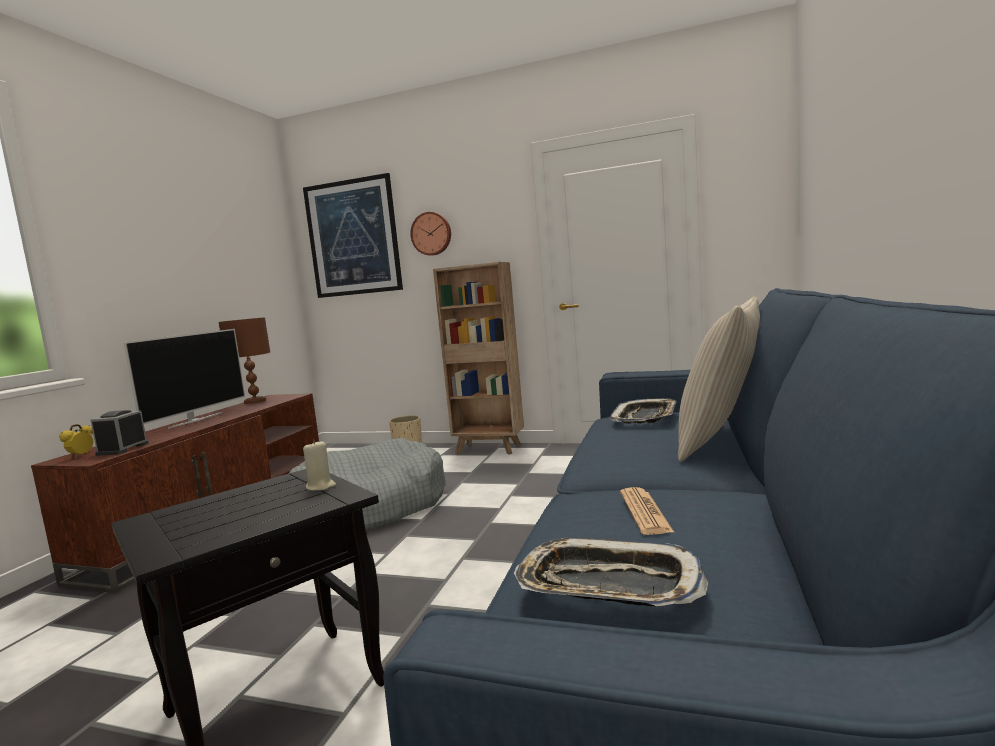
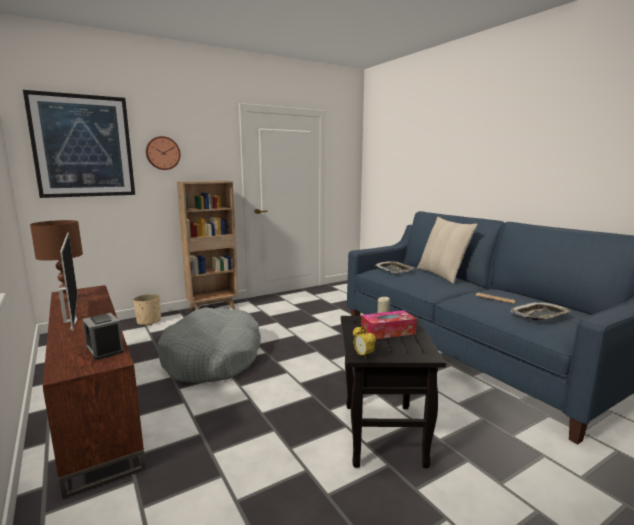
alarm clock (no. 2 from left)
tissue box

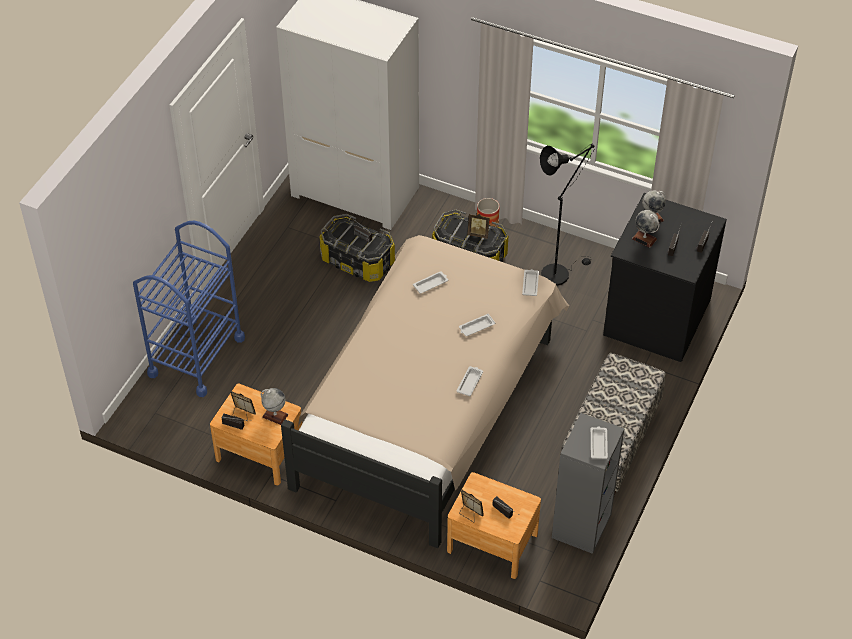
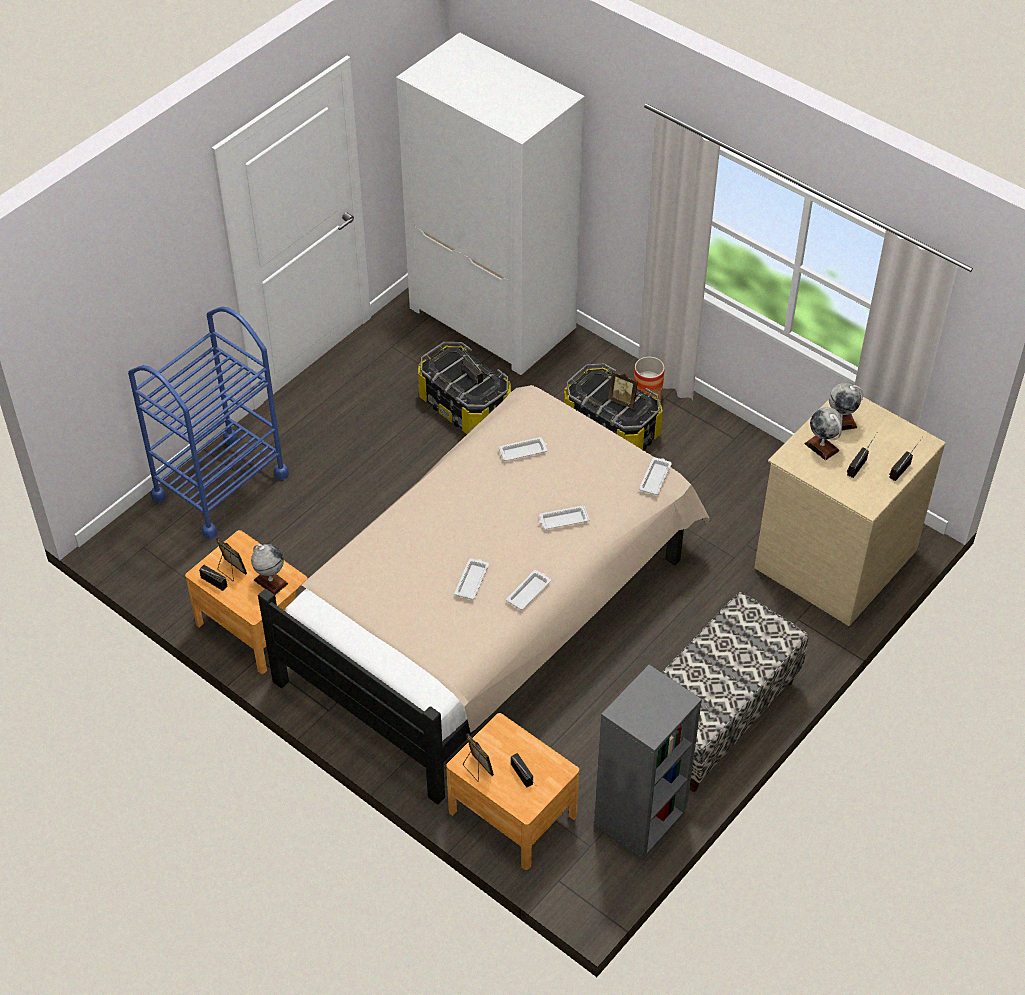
black floor lamp
white tray (no. 1 from left)
beige dresser

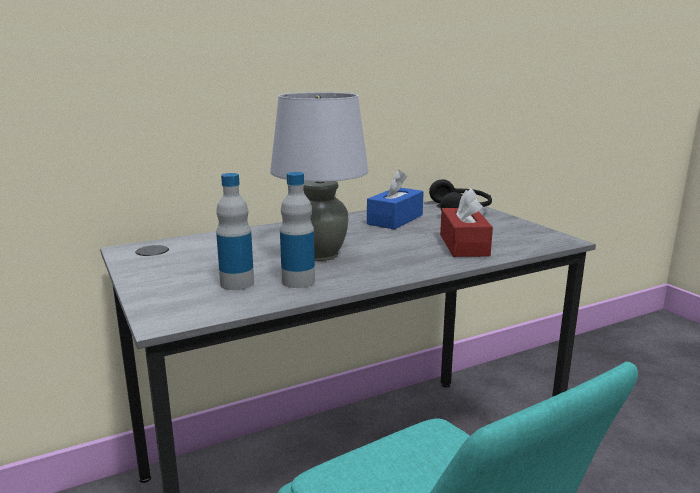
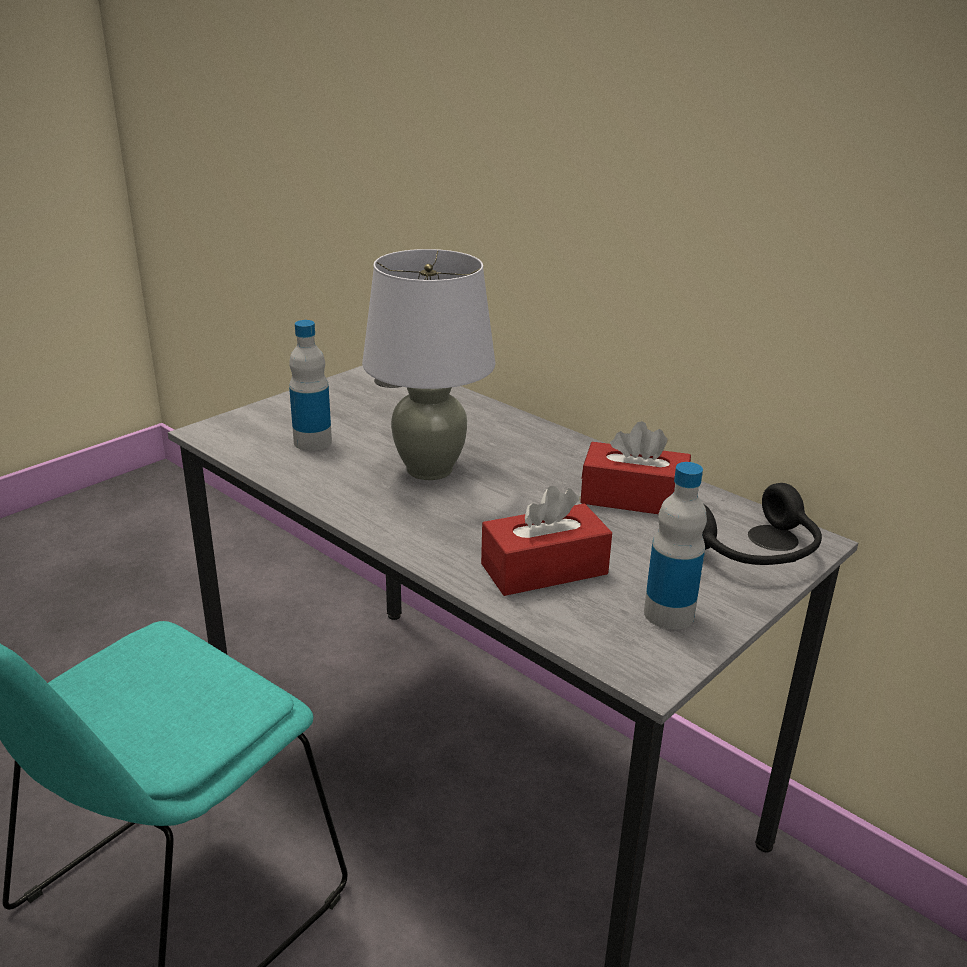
bottle (no. 2 from left)
red tissue box (no. 2 from left)

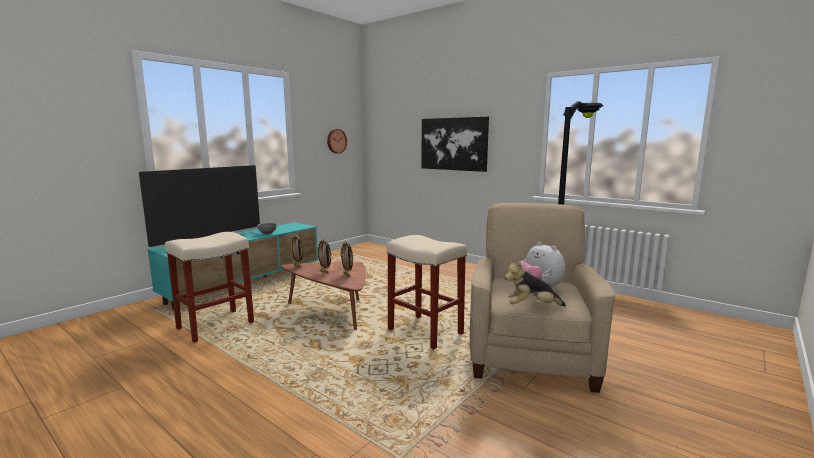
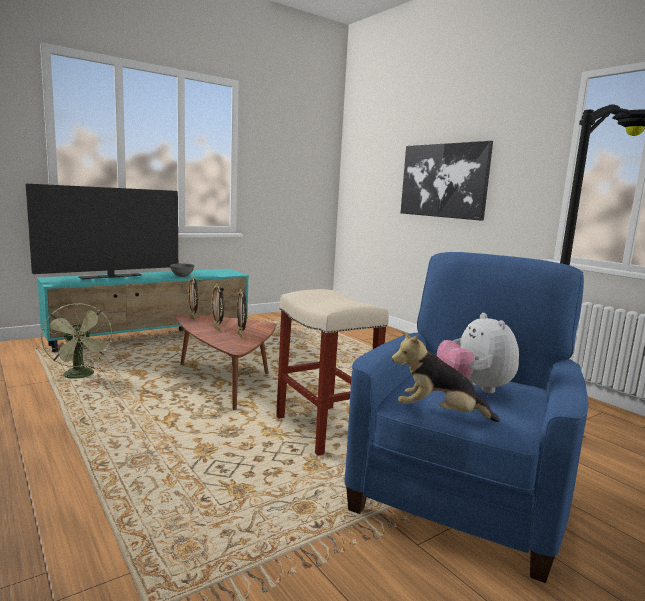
green fan
wall clock
blue armchair

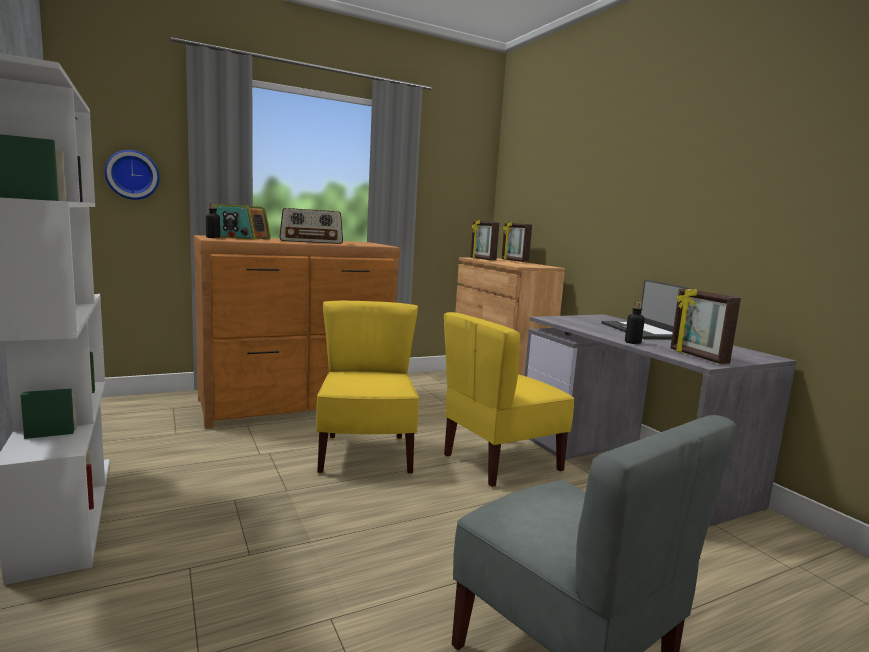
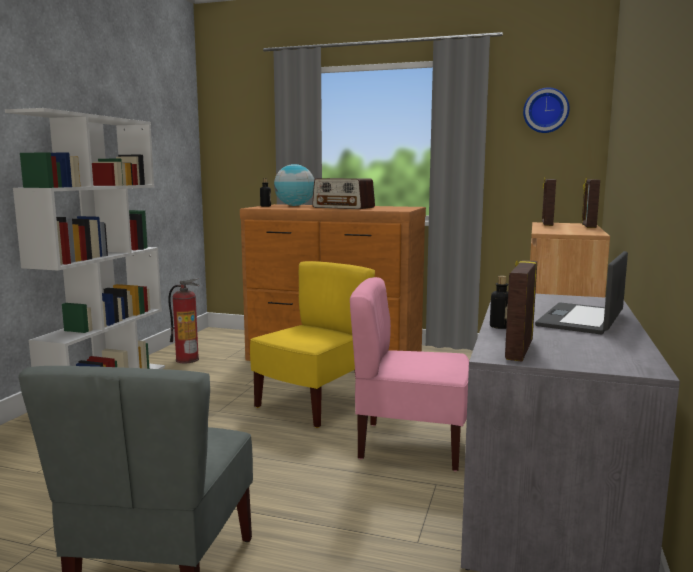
wall clock
globe
pink chair
fire extinguisher

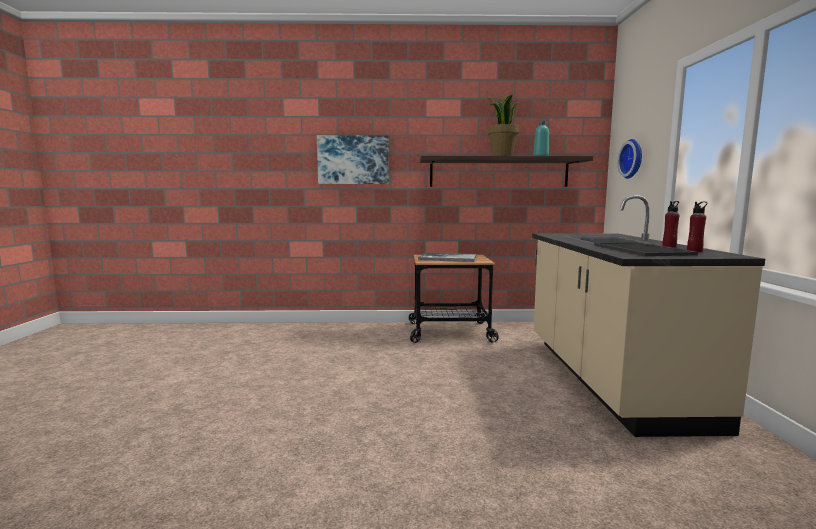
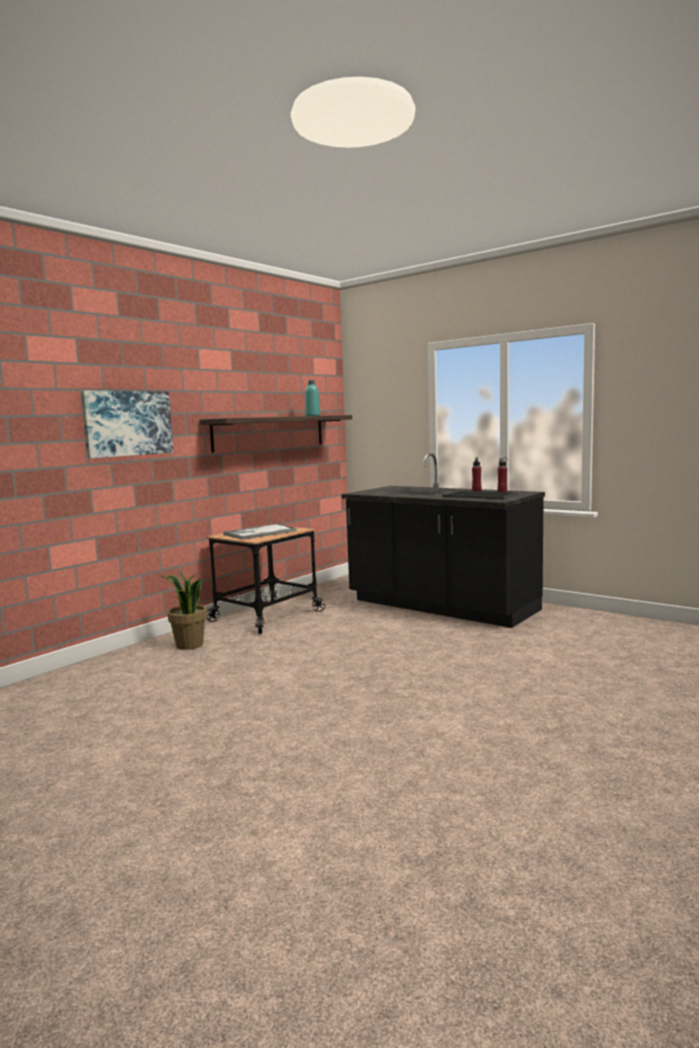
potted plant
black counter
wall clock

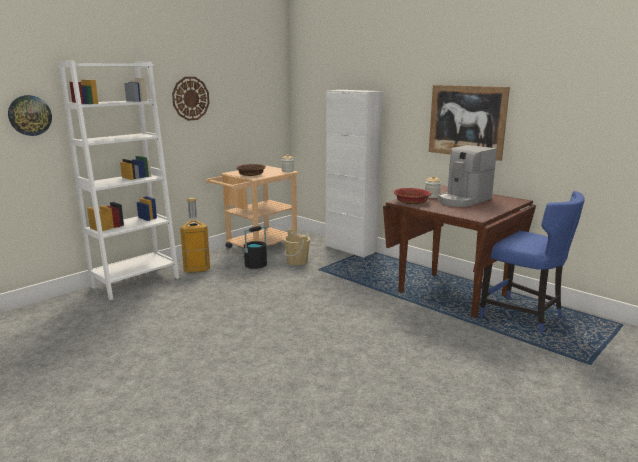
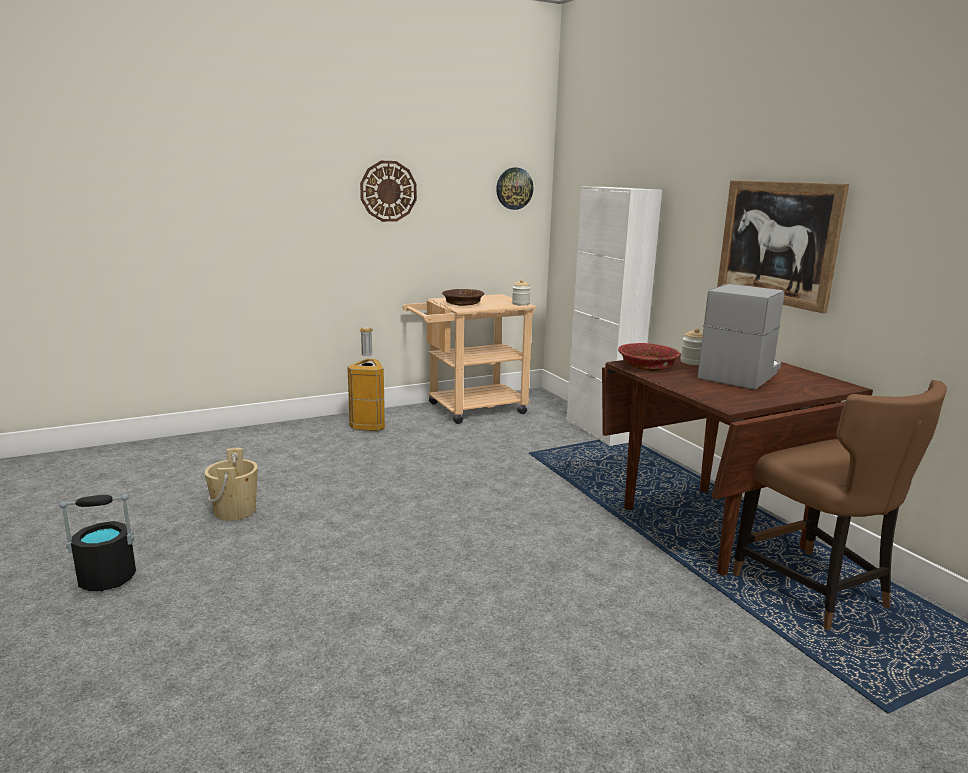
wall clock (no. 2 from left)
white bookcase
black bucket
beige bucket
coffee machine
brown chair

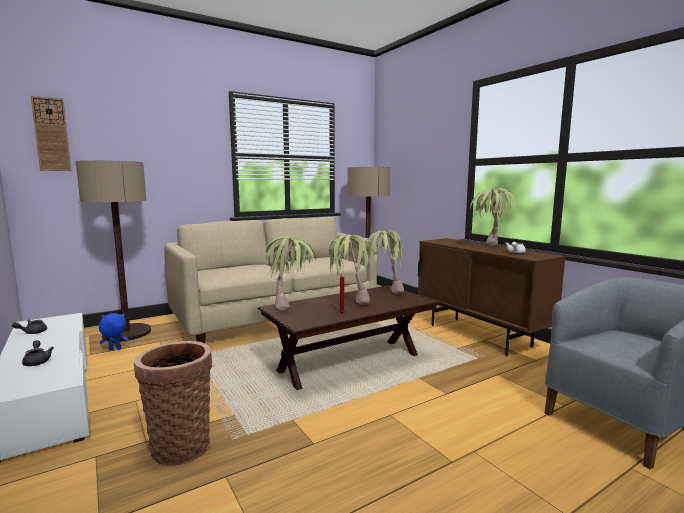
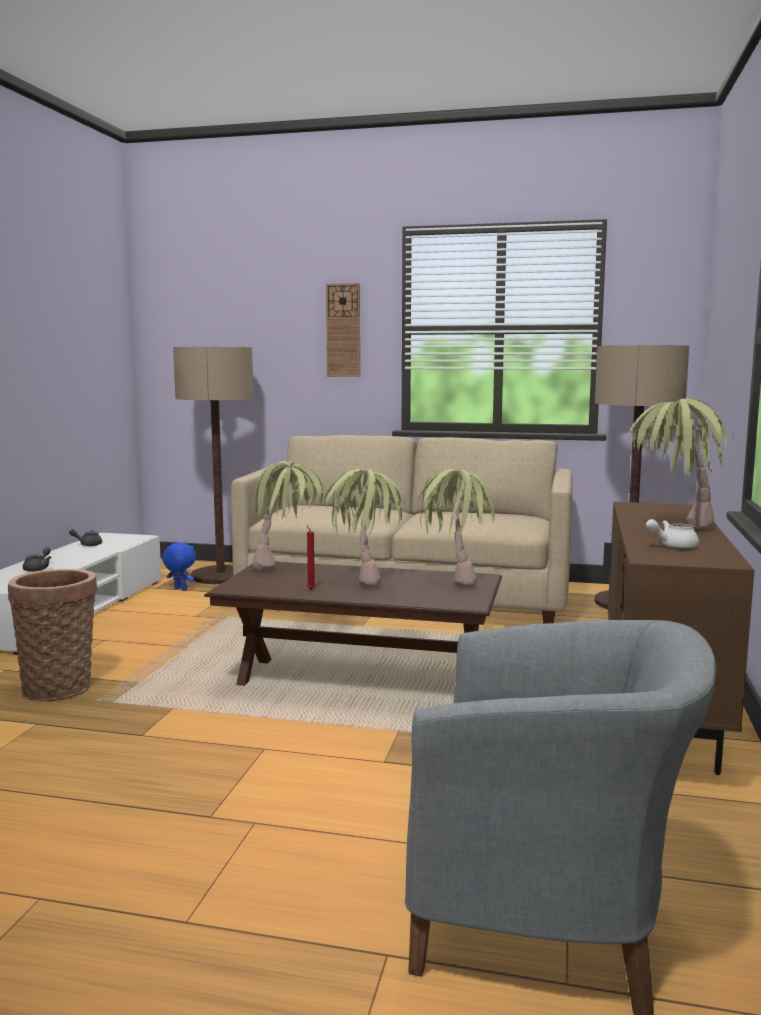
wall clock

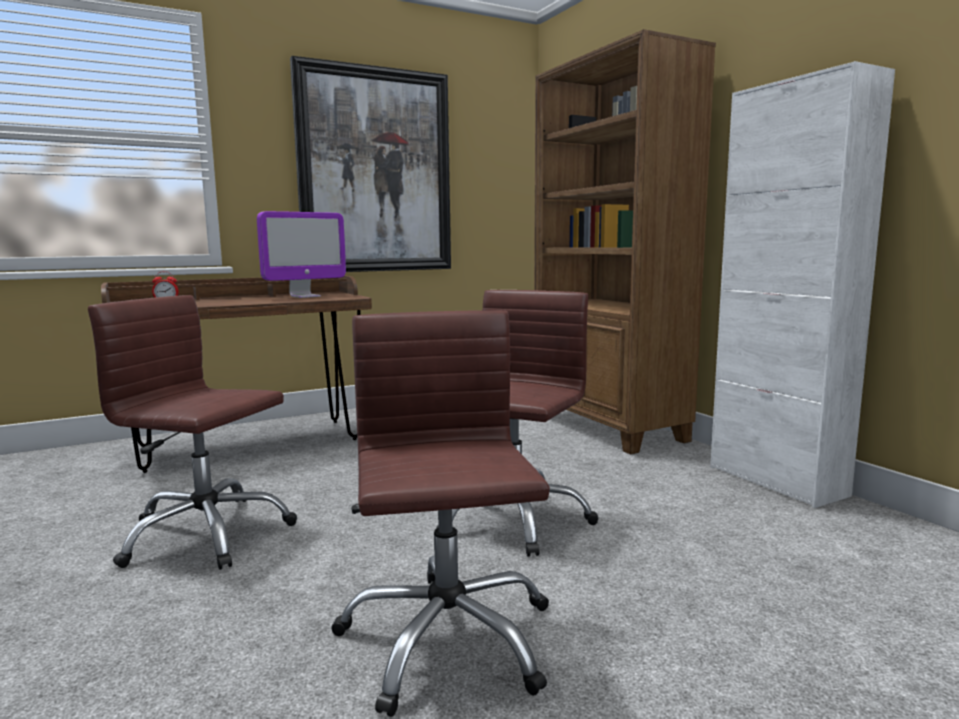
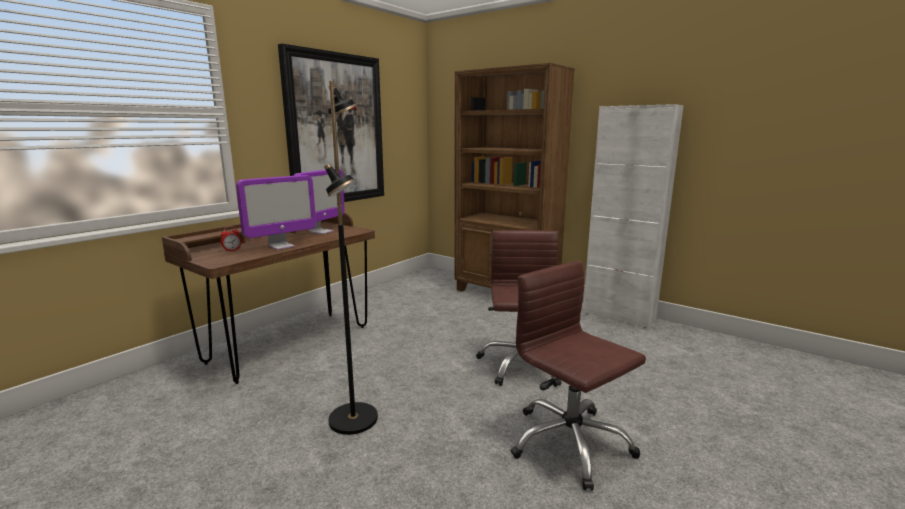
black floor lamp
monitor (no. 1 from left)

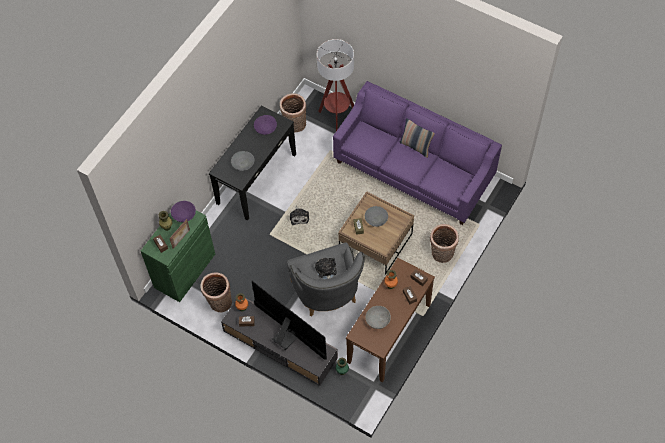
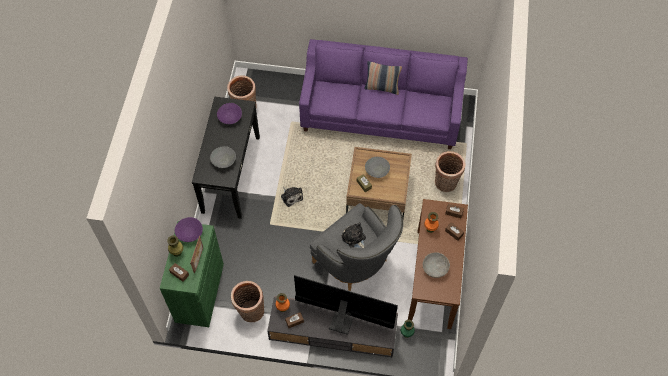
floor lamp

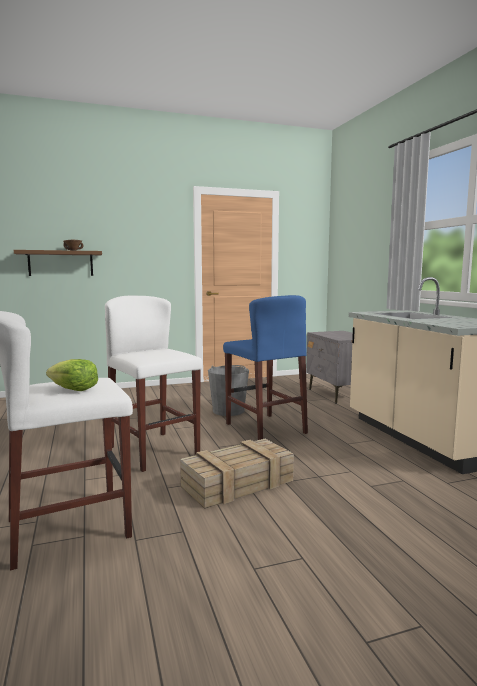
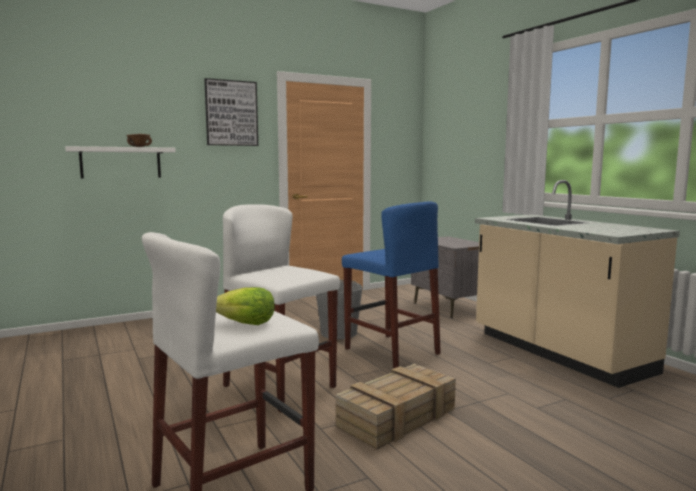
white shelf
picture

